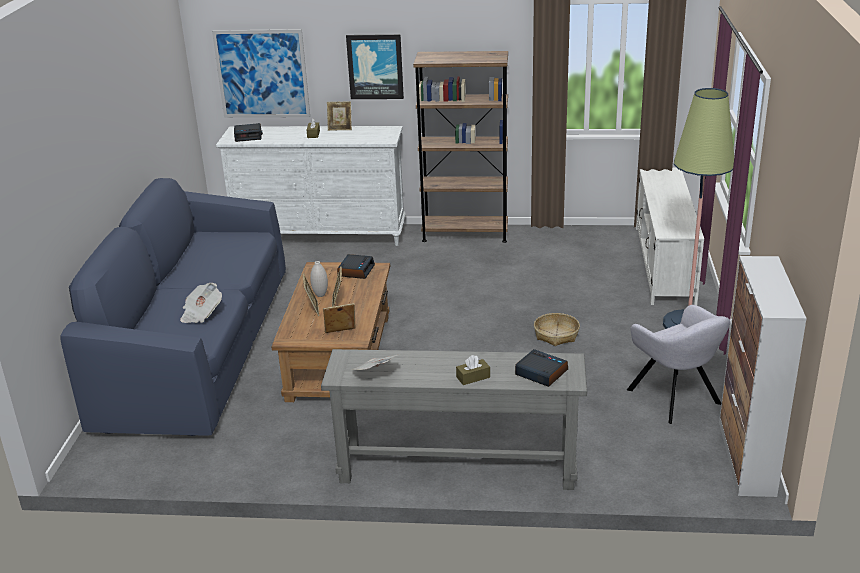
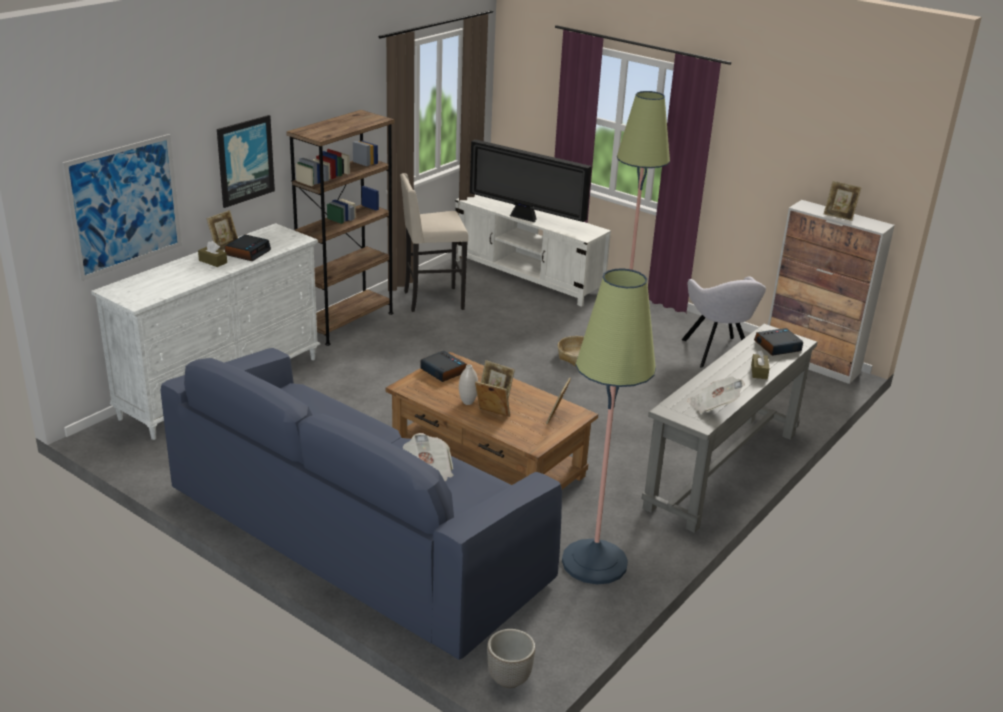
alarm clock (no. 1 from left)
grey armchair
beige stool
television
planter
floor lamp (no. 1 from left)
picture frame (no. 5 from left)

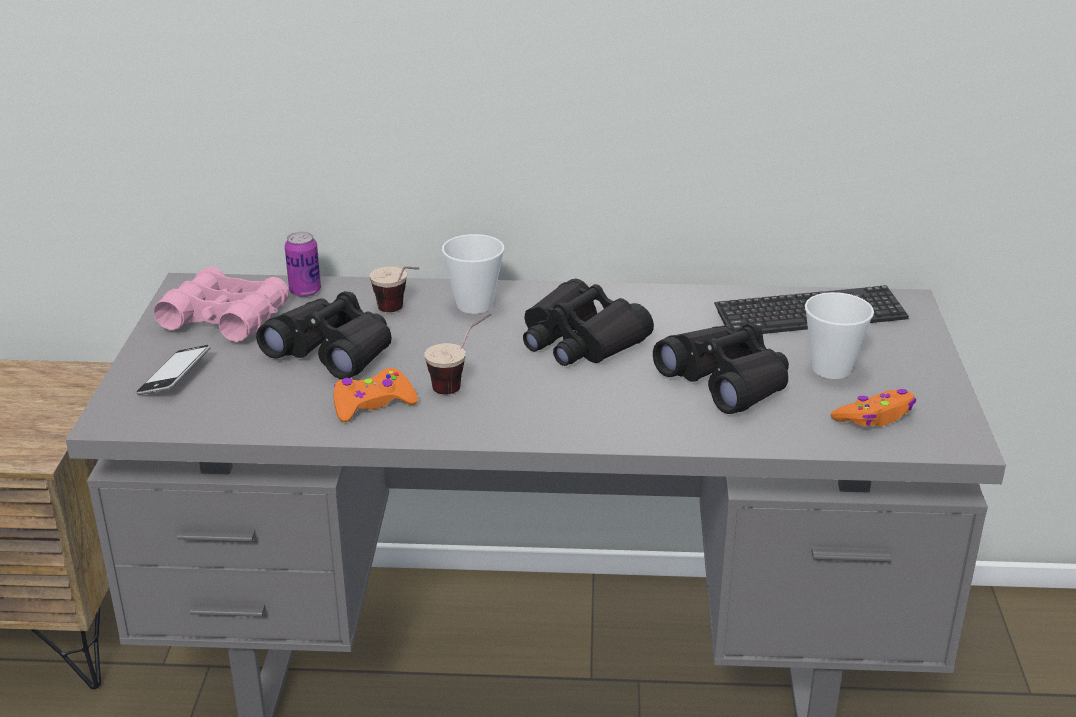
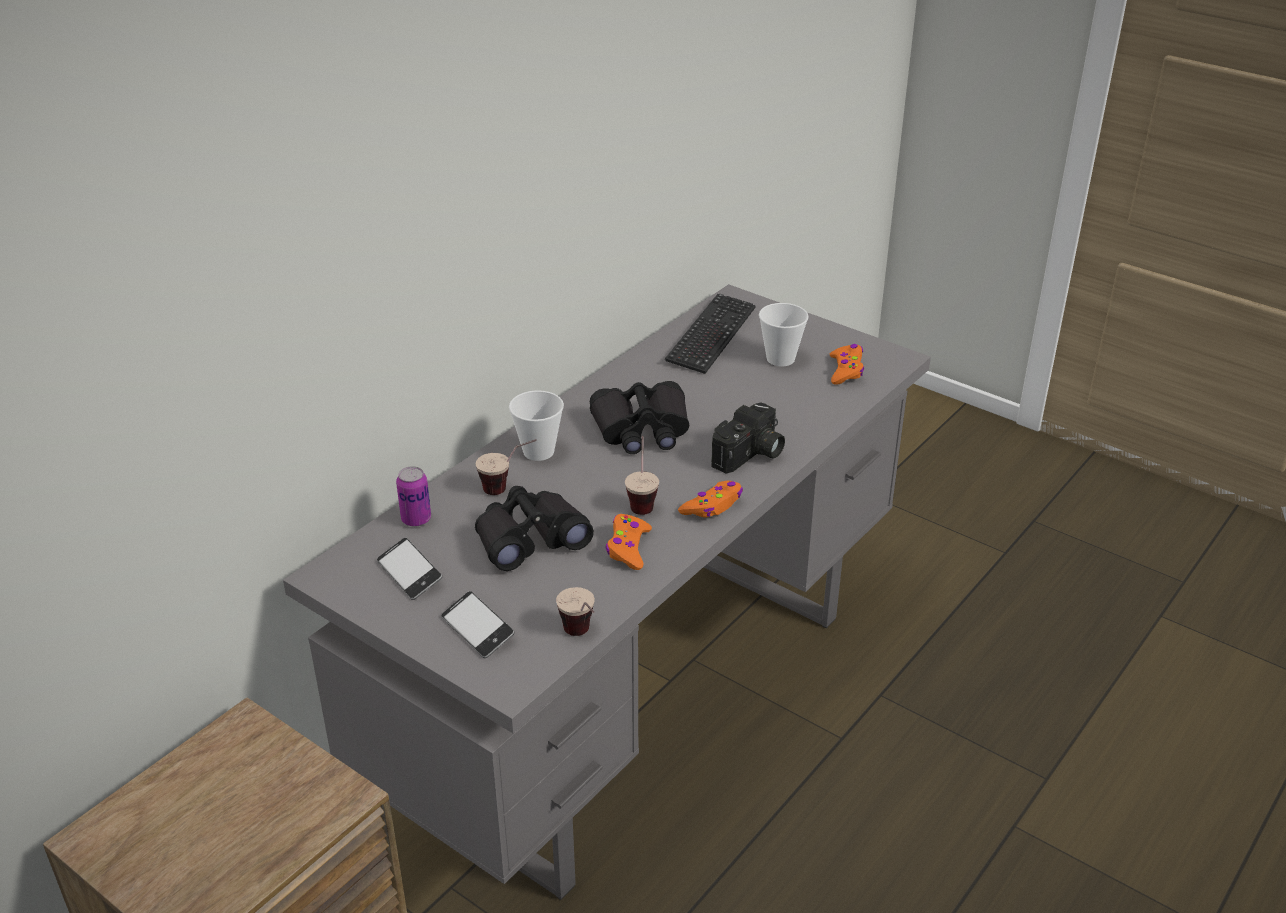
phone (no. 1 from left)
black binoculars (no. 3 from left in the first image)
cup (no. 3 from left)
orange game controller (no. 2 from left)
photo camera

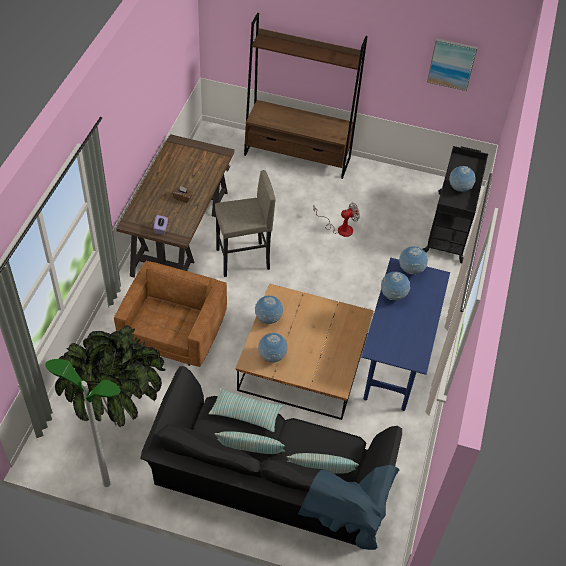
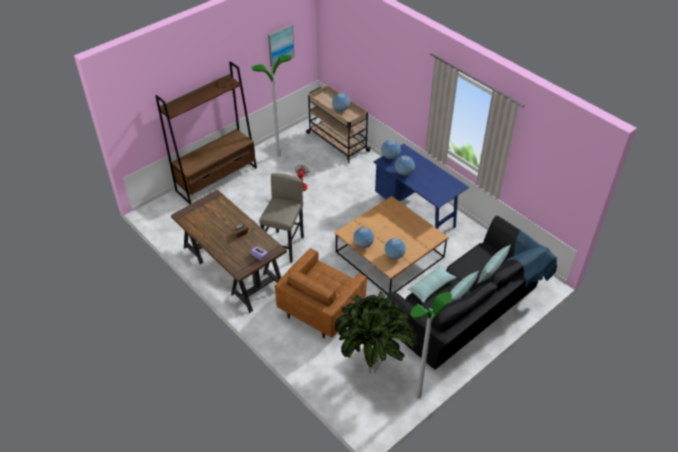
brown armchair
beige cart
floor lamp (no. 1 from left)

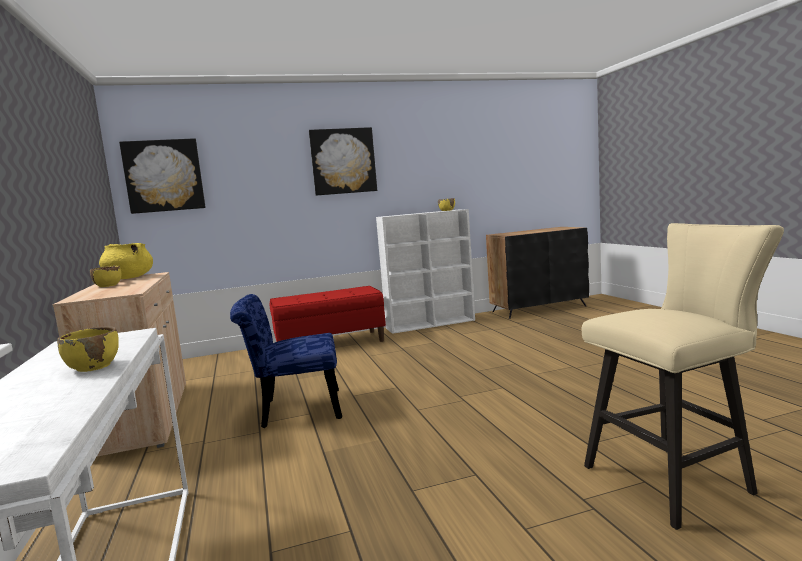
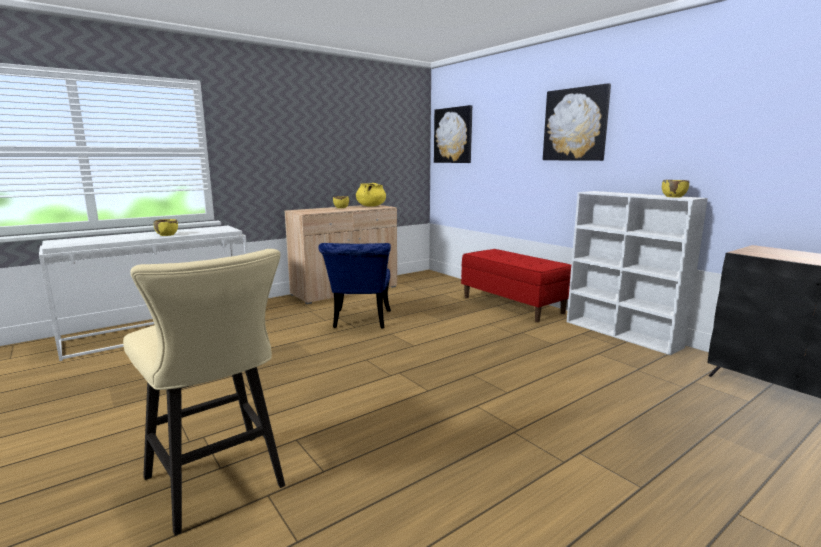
blue chair

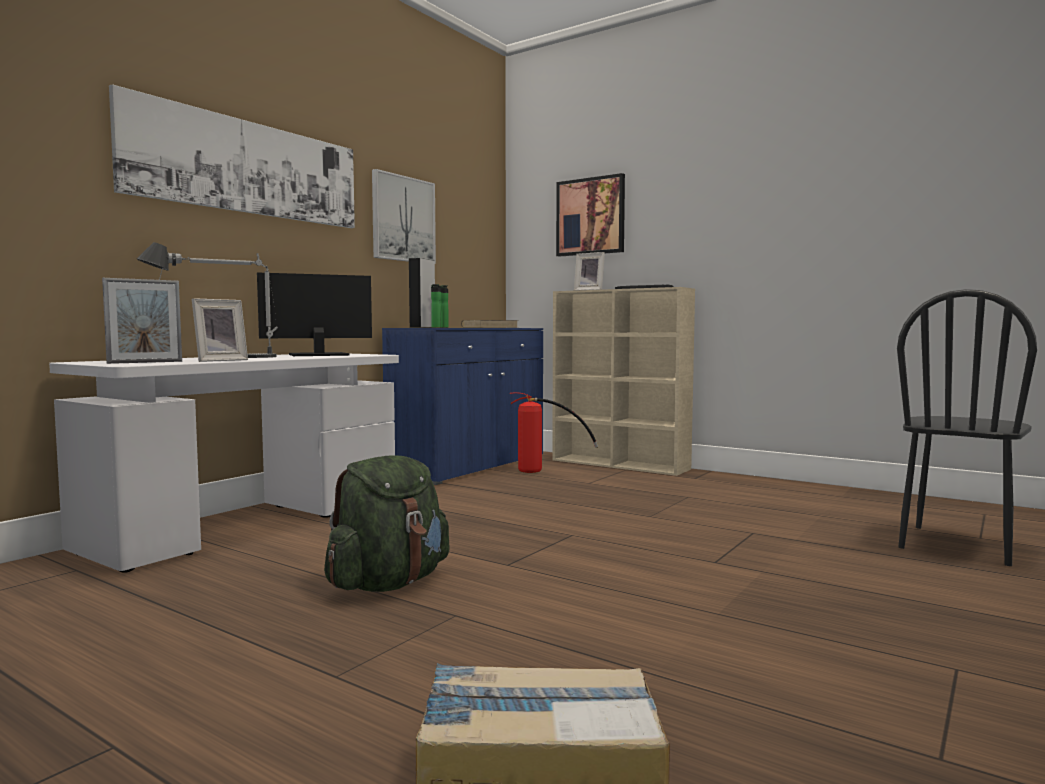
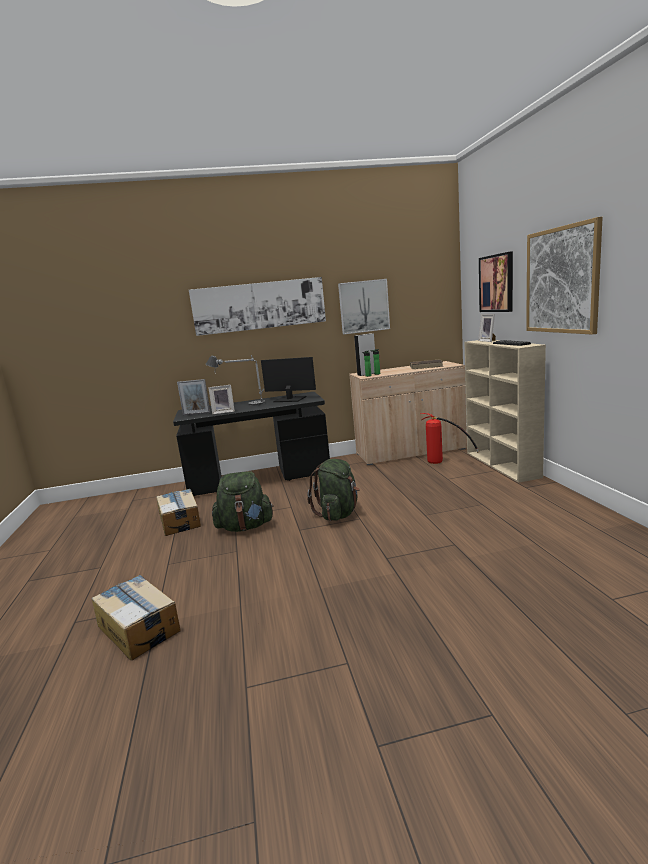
black desk
beige cabinet
black chair
cardboard box (no. 2 from left)
green backpack (no. 2 from left)
picture (no. 4 from left)

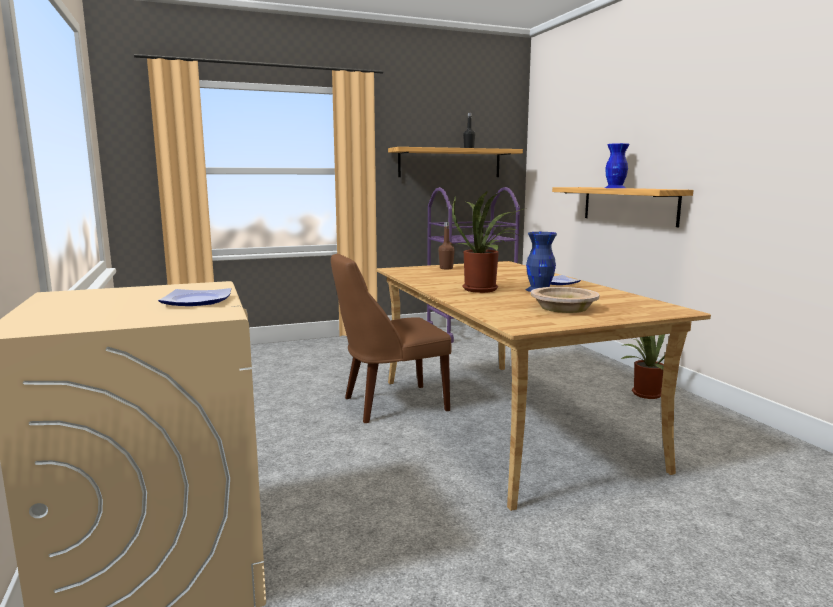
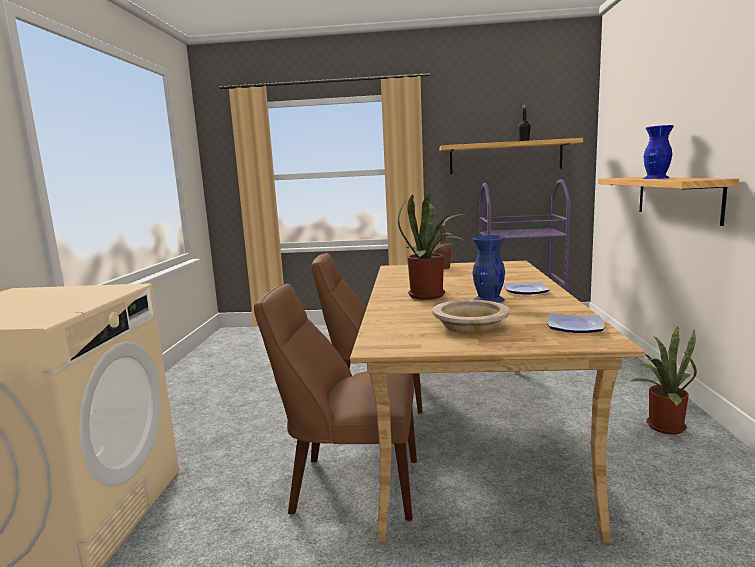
plate (no. 2 from left)
brown chair (no. 1 from left)

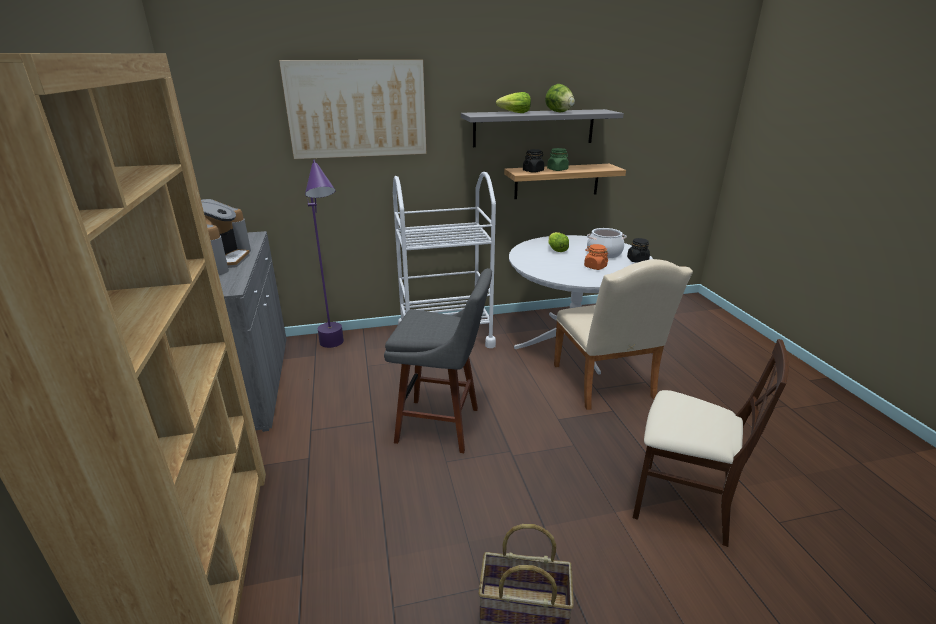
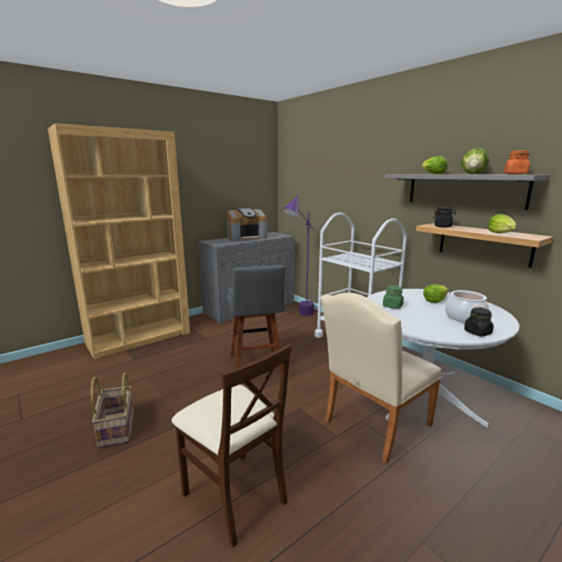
picture
green jar
orange jar
beige chair (no. 1 from left)
lettuce (no. 4 from left)

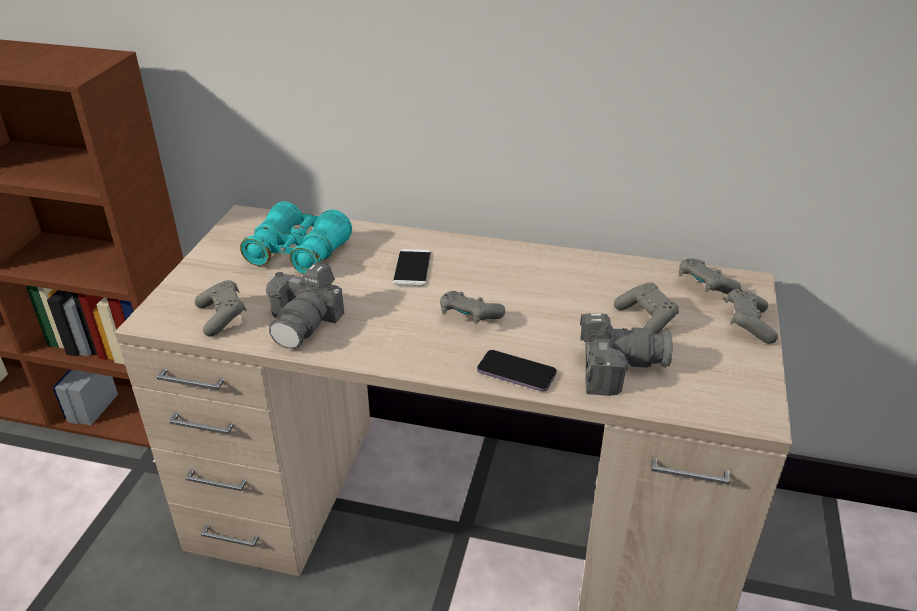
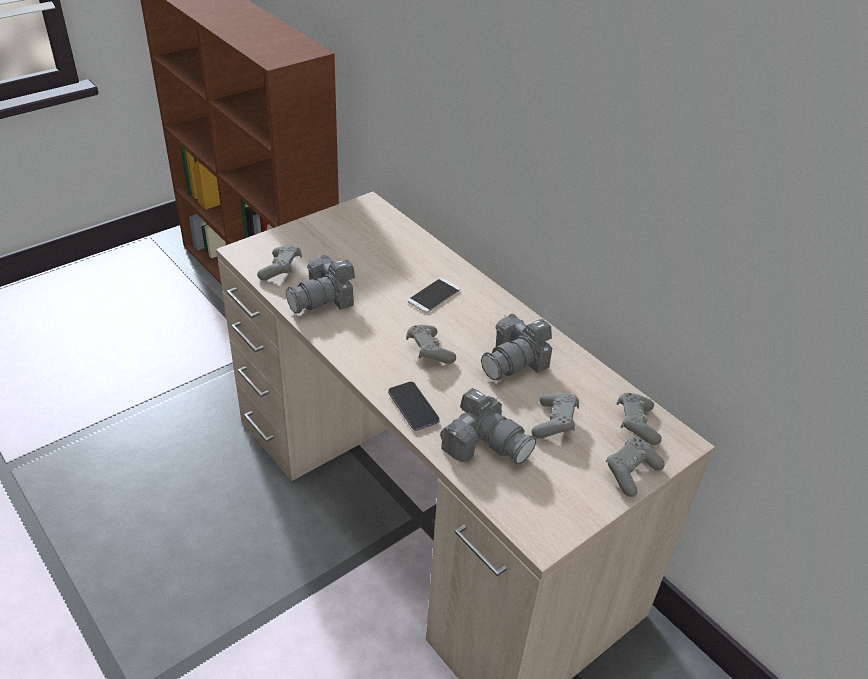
turquoise binoculars
photo camera (no. 3 from left)

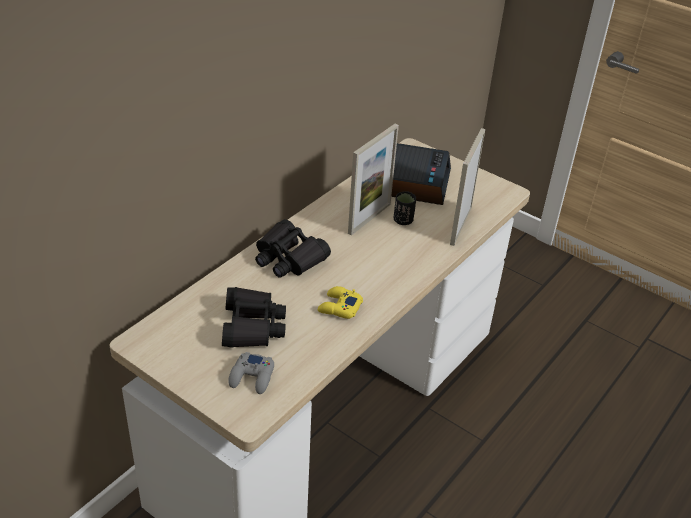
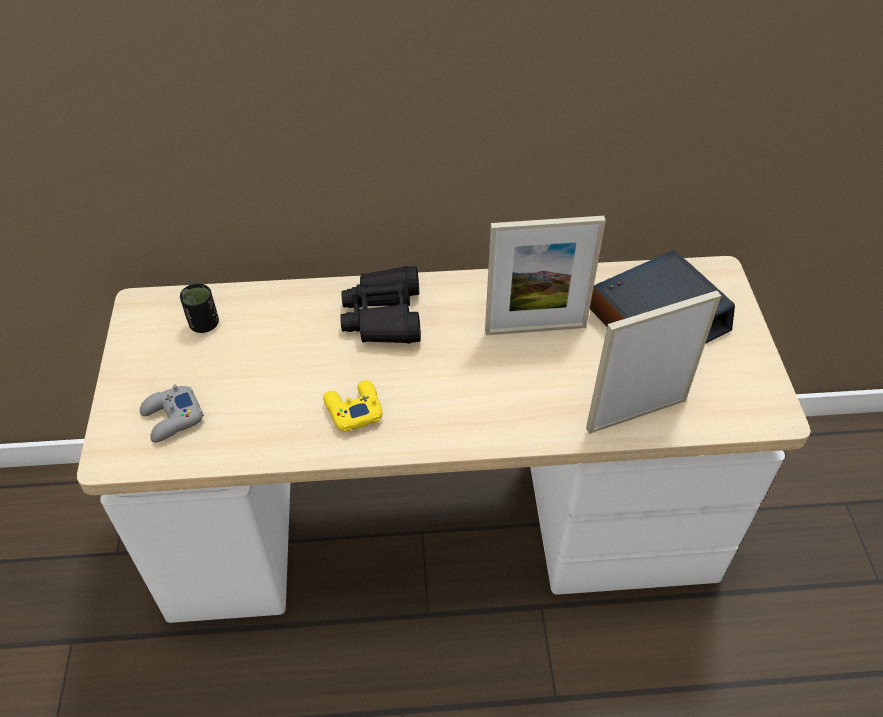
black binoculars (no. 1 from left in the first image)
black cup

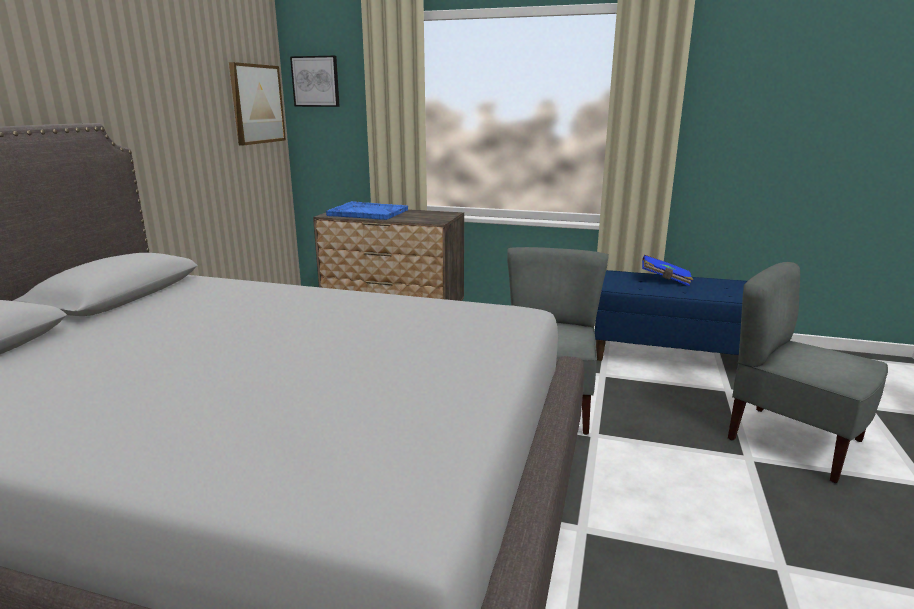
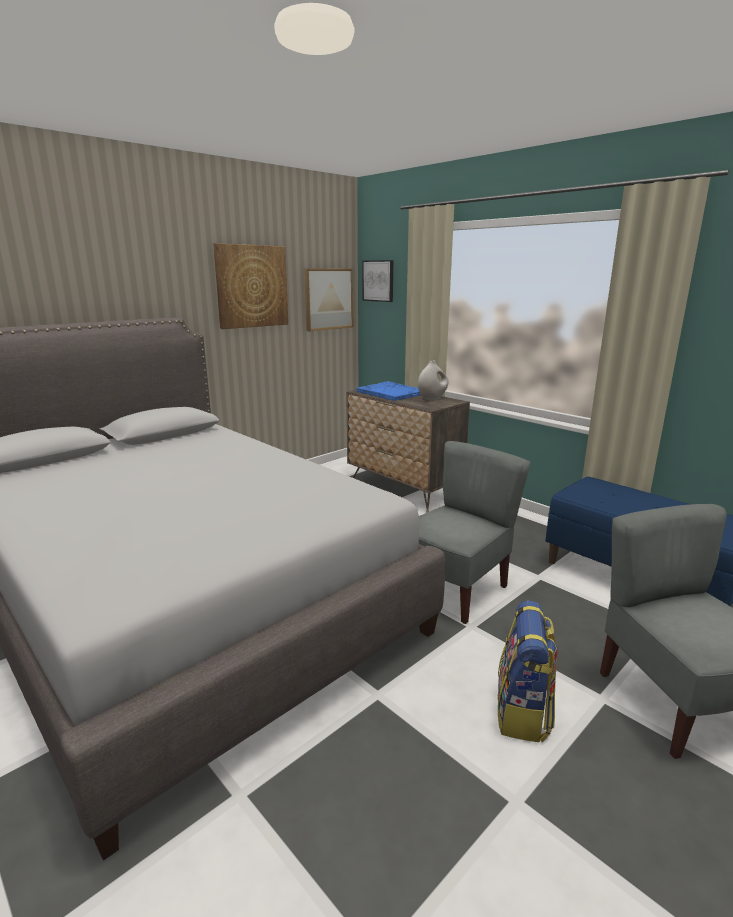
blue book
picture (no. 1 from left)
white vase
backpack

